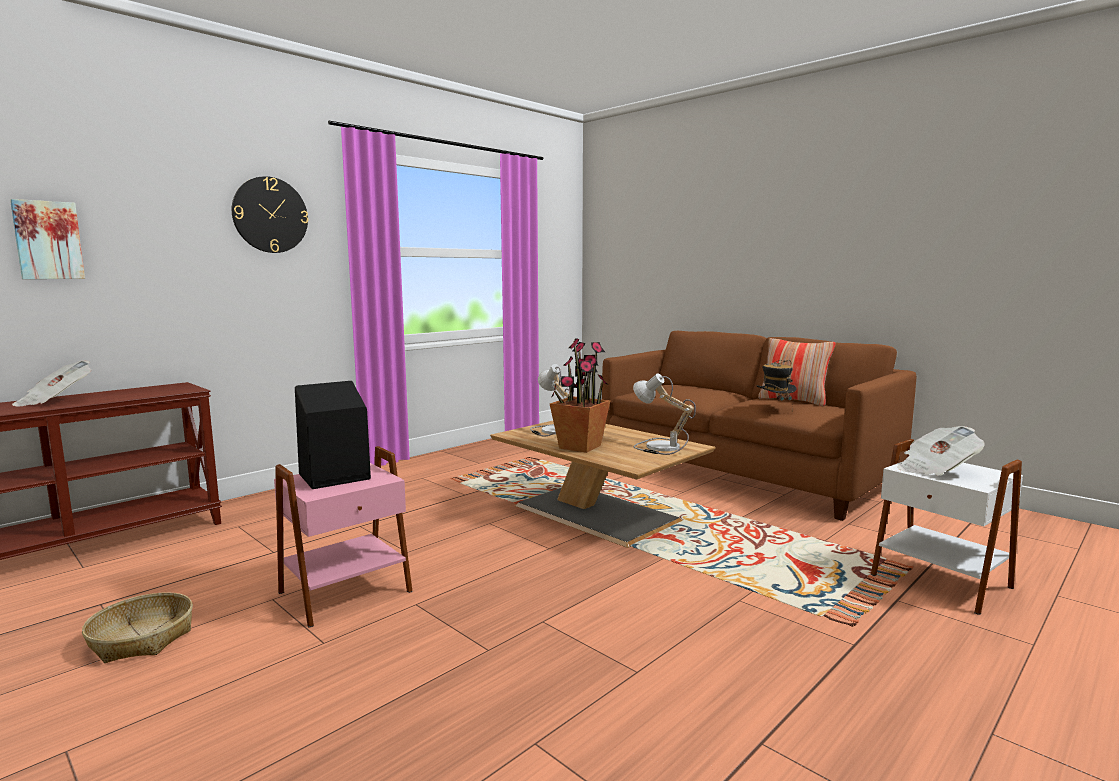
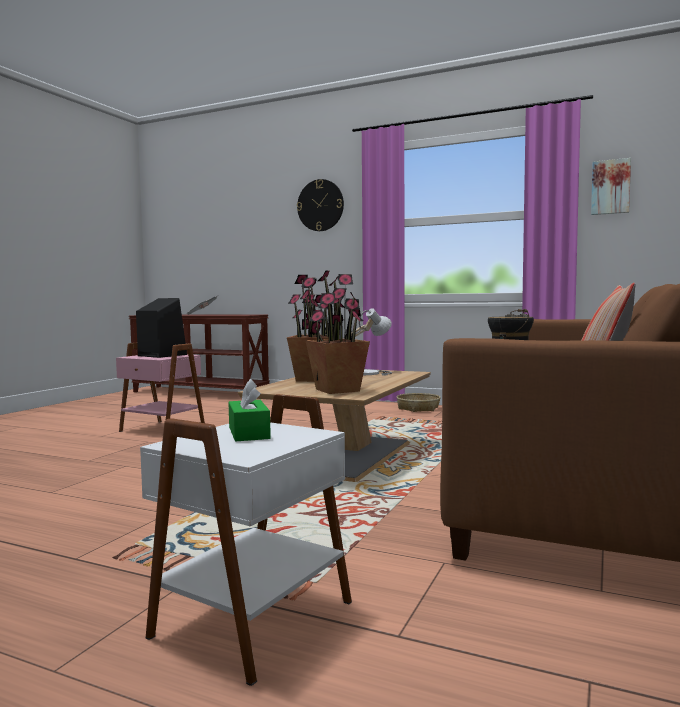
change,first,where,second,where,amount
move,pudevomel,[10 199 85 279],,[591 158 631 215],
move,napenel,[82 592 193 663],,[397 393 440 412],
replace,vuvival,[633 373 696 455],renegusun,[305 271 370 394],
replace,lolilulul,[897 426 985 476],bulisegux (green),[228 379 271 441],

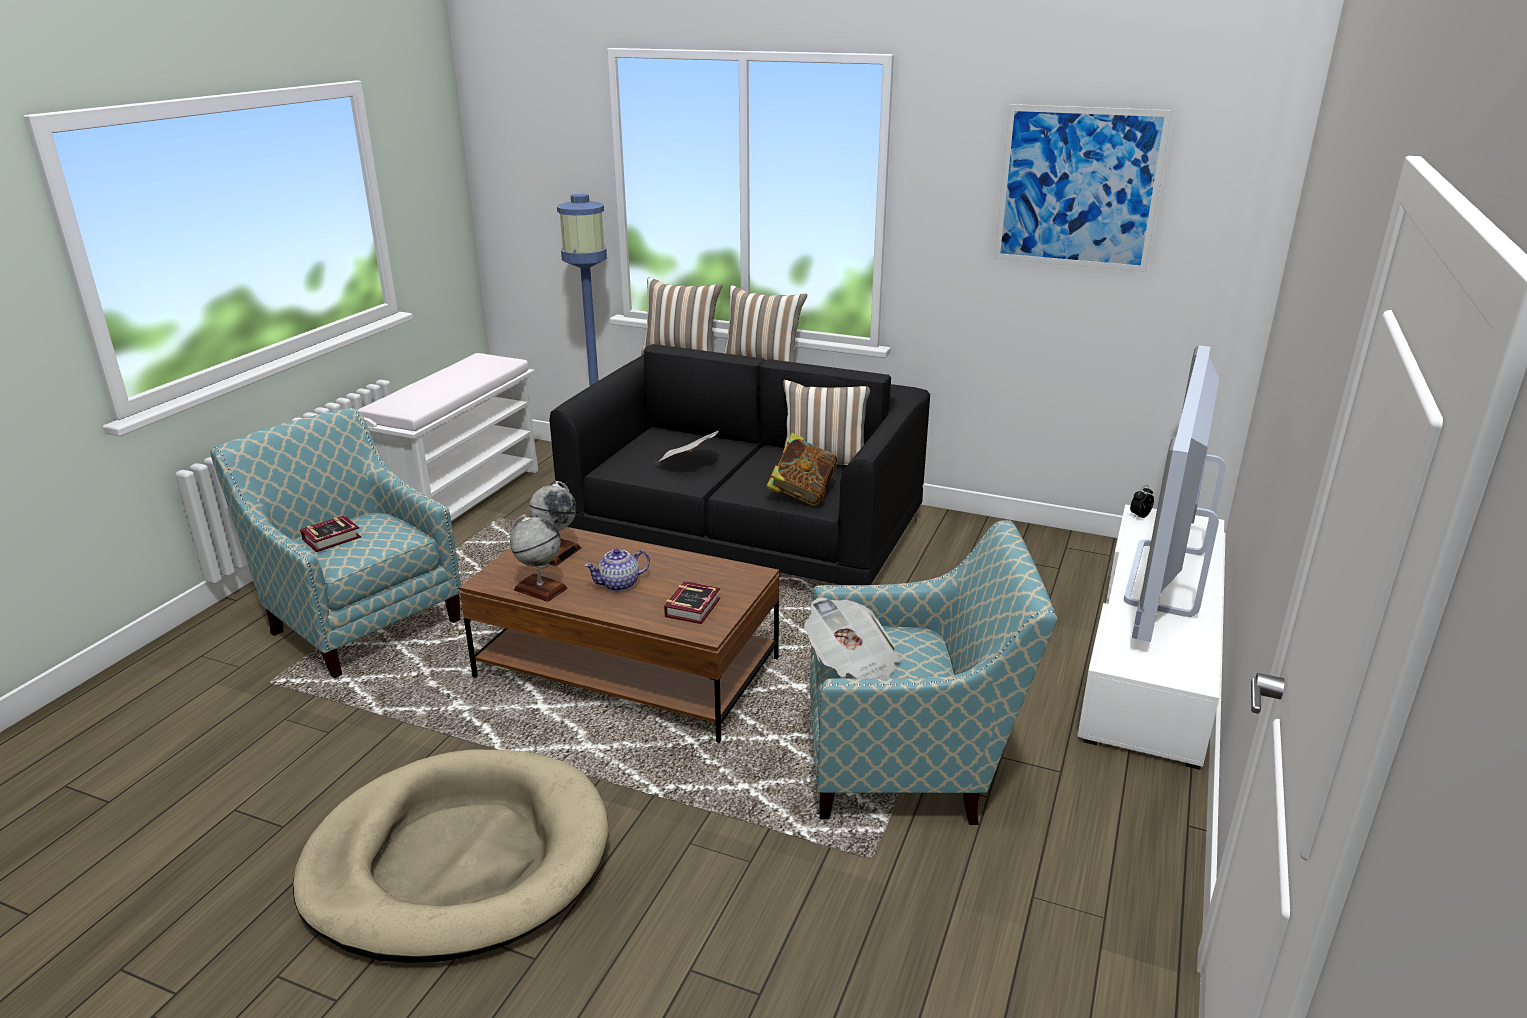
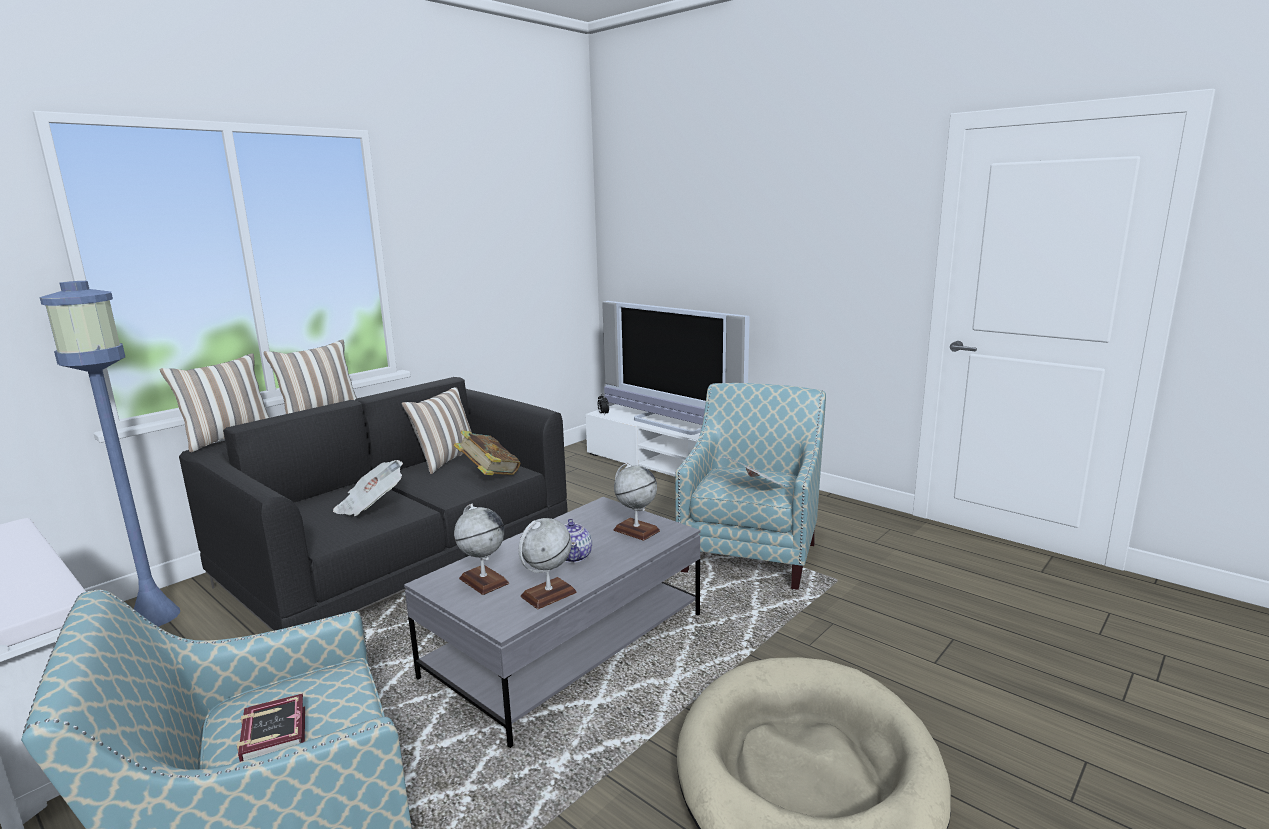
change,first,where,second,where,amount
recolor,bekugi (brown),[459 527 779 743],bekugi (grey),[404 497 701 748],
replace,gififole,[664 581 720 624],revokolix,[613 462 660 541],
delete,pudevomel,[994 104 1172 272],,,

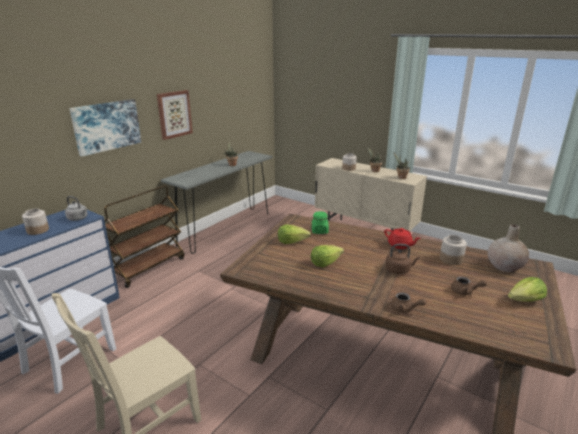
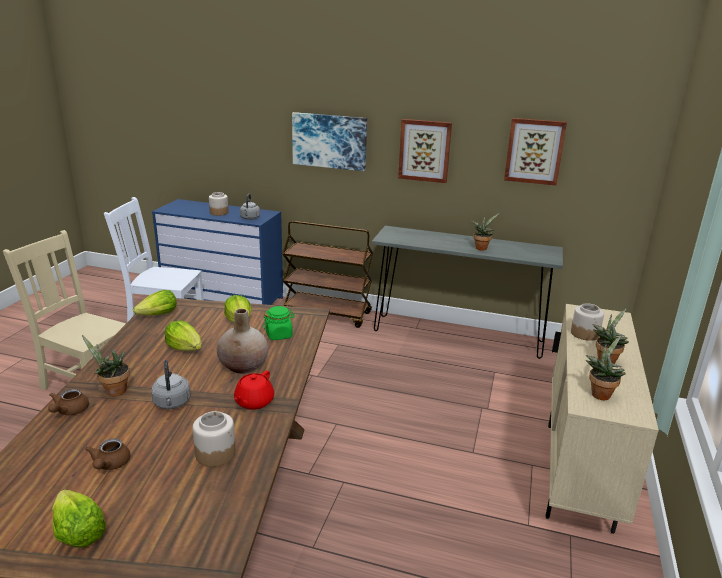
change,first,where,second,where,amount
recolor,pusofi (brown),[386 244 420 274],pusofi (grey),[151 360 190 409],
move,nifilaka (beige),[488 224 529 272],,[217 309 268 374],
insert,,,renegusun,[82 335 130 396],
insert,,,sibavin,[133 290 177 315],
insert,,,pudevomel,[504 118 567 186],

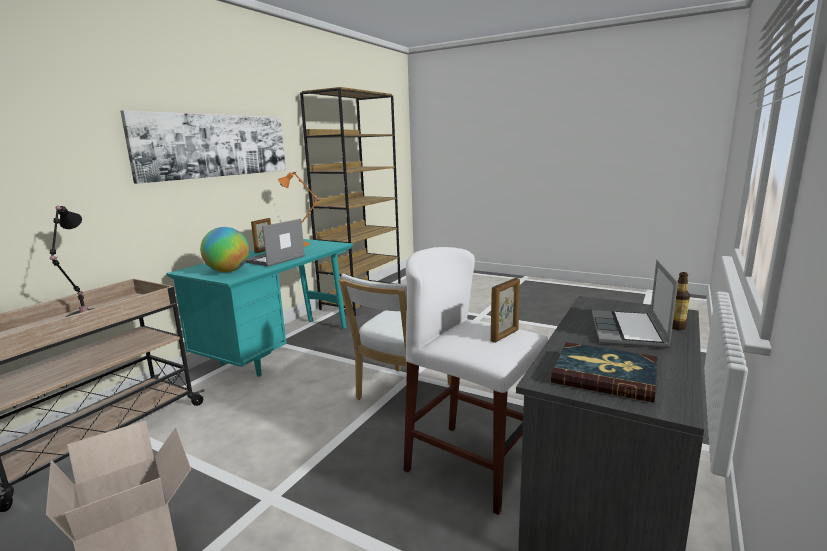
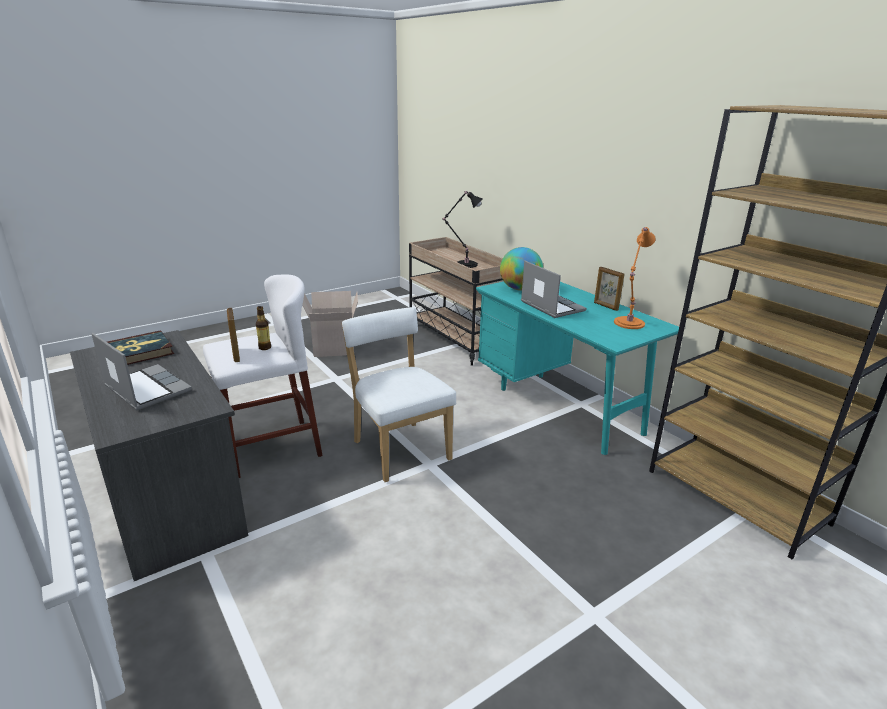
change,first,where,second,where,amount
delete,pudevomel,[120 110 286 184],,,
move,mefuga,[672 272 690 330],,[256 306 271 350],

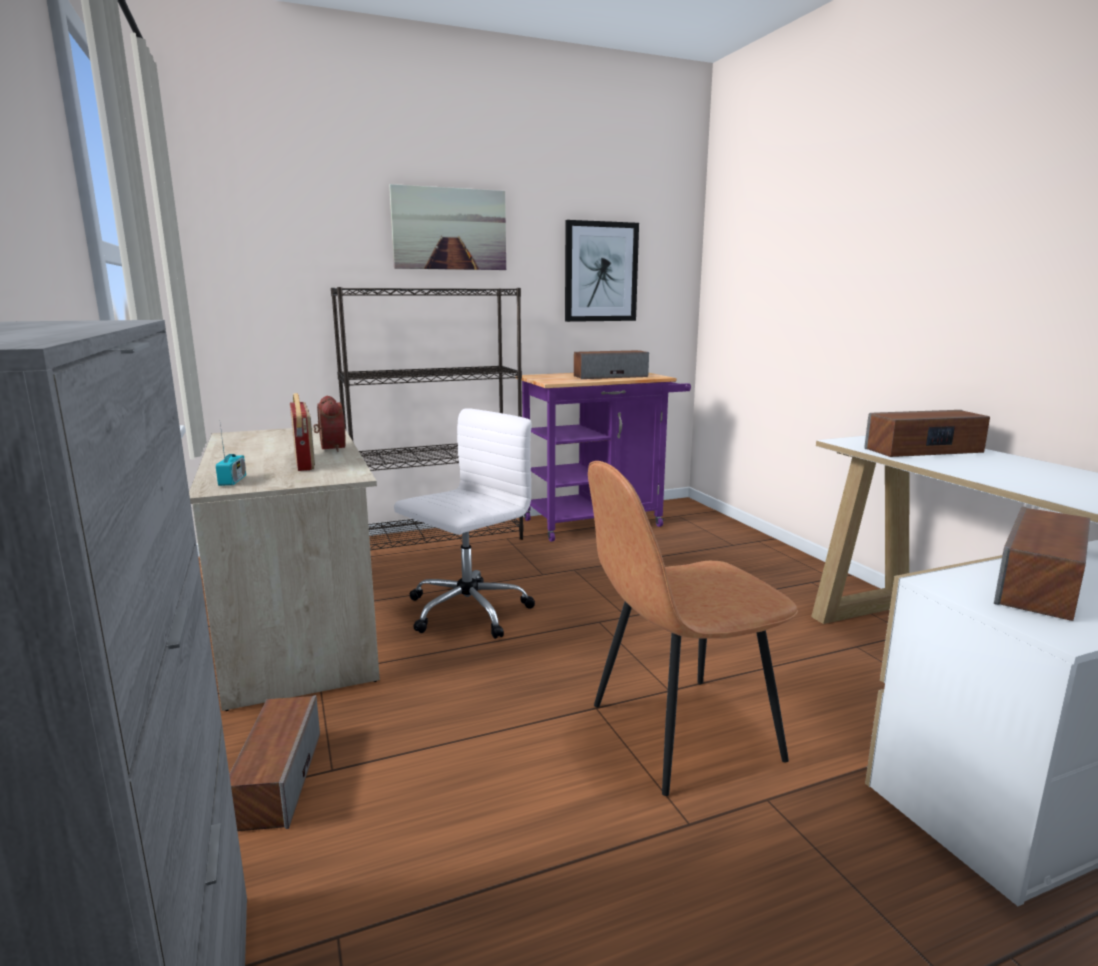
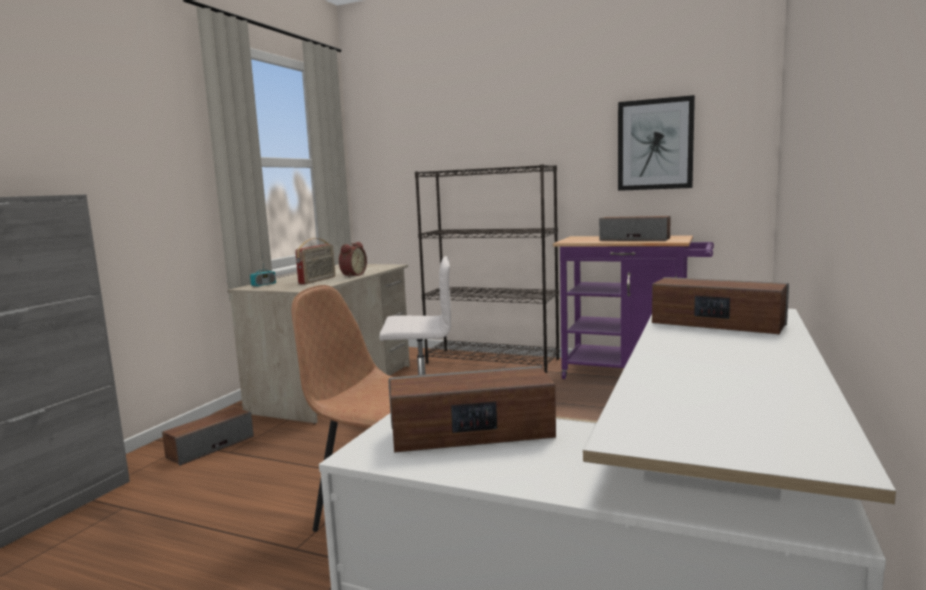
change,first,where,second,where,amount
delete,pudevomel,[389 184 506 270],,,

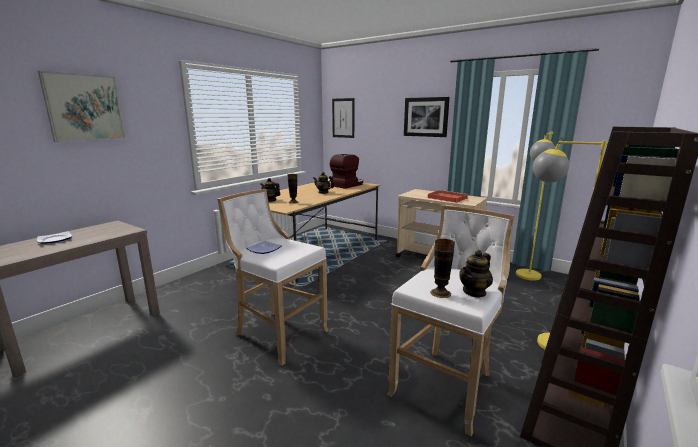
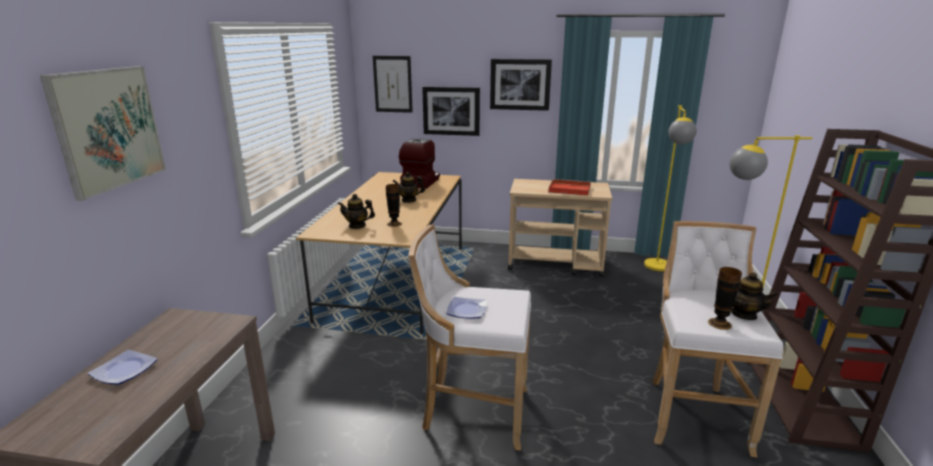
change,first,where,second,where,amount
rotate,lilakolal,[459 250 493 298],,[732 272 778 320],60 degrees counterclockwise
insert,,,pudevomel,[422 87 480 136],

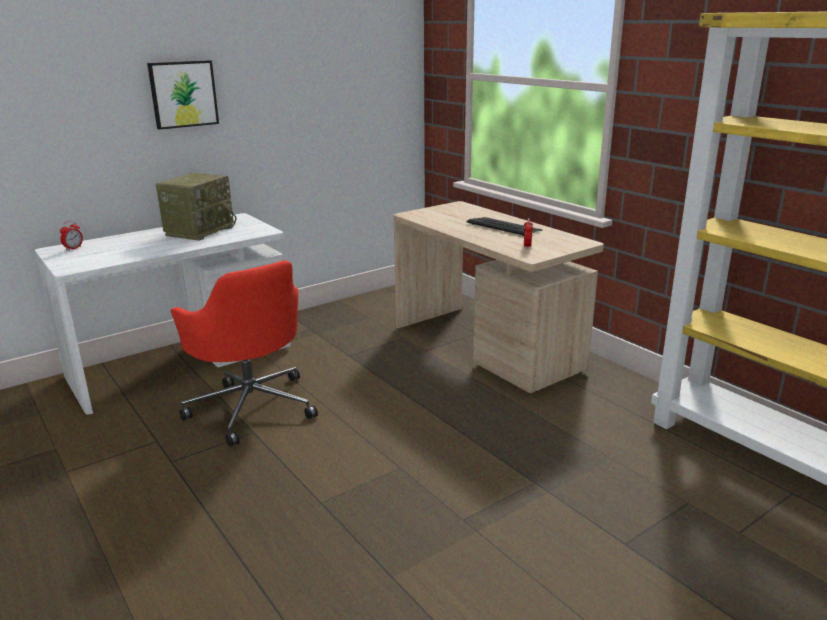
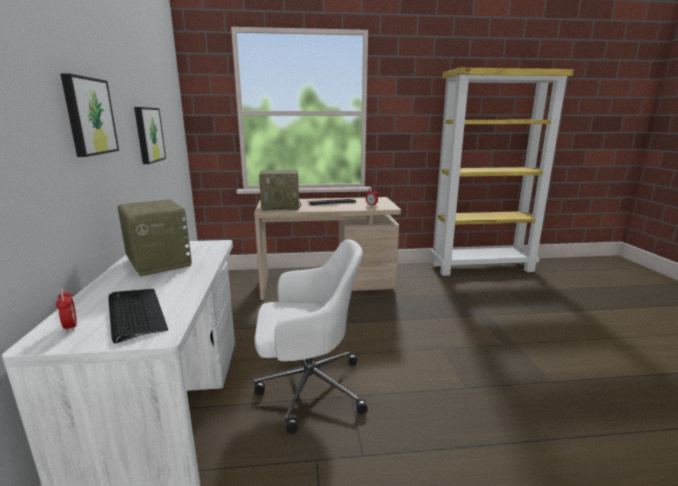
change,first,where,second,where,amount
recolor,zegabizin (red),[170 260 318 447],zegabizin (white),[253 239 368 434],
insert,,,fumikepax,[108 289 168 344],
insert,,,pudevomel,[134 107 166 164],
insert,,,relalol,[259 170 301 211],

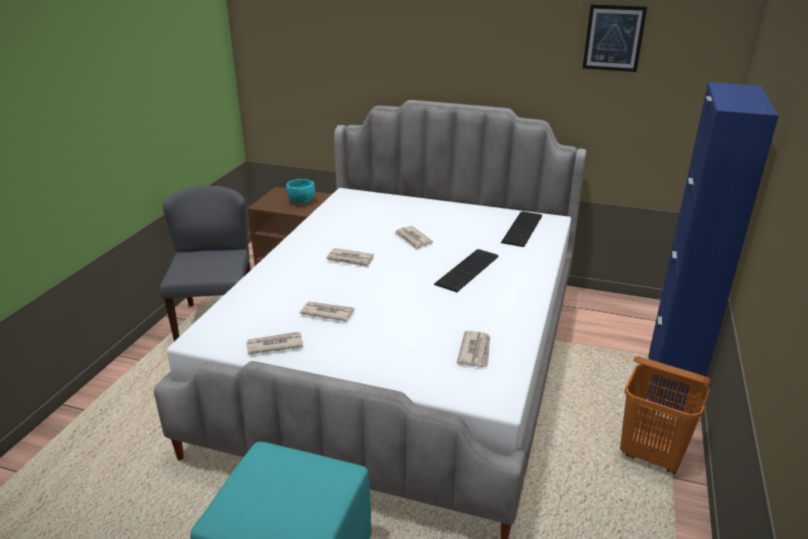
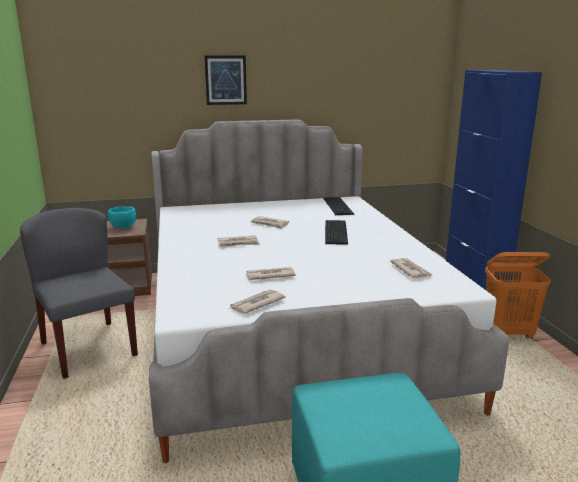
change,first,where,second,where,amount
move,pudevomel,[583 4 647 72],,[204 56 247 105],

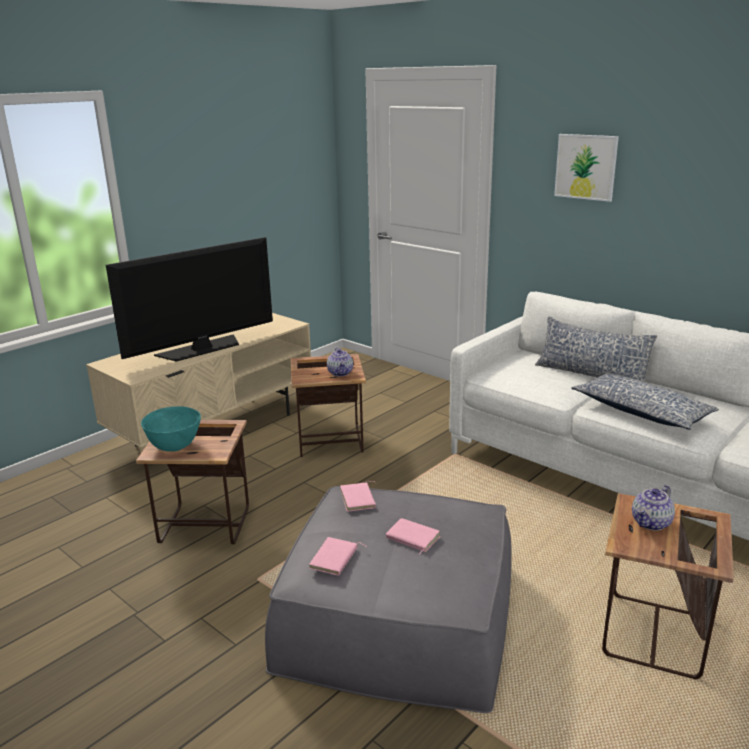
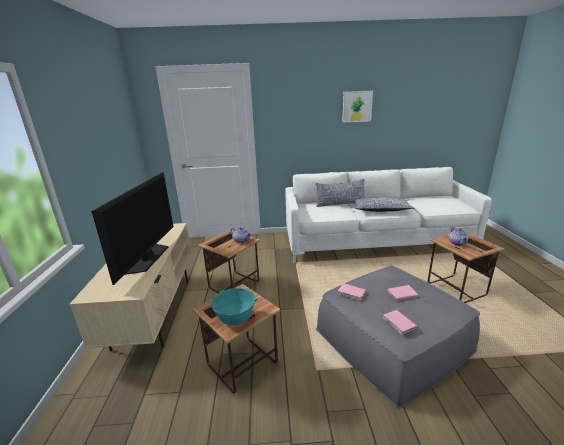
change,first,where,second,where,amount
move,pudevomel,[554 134 619 202],,[342 91 373 123],

